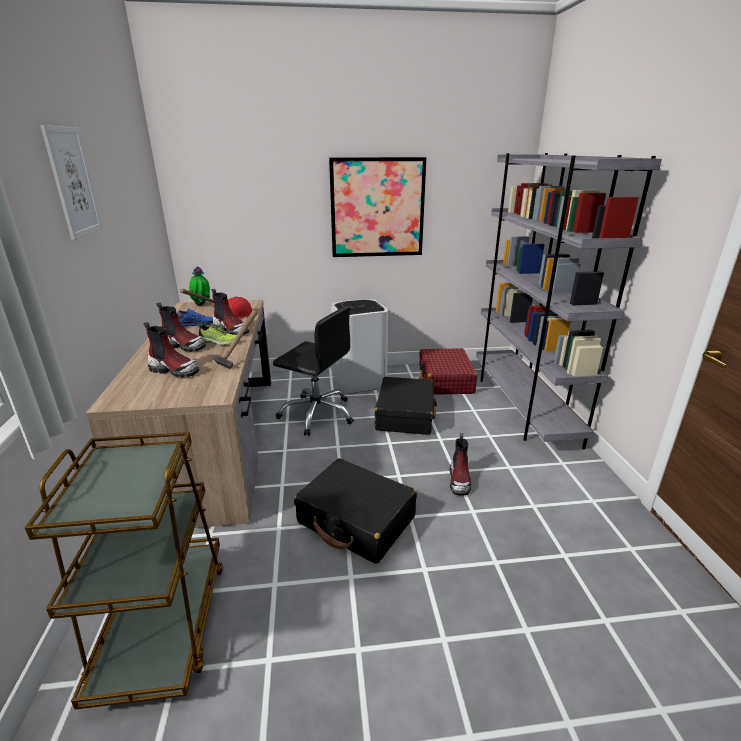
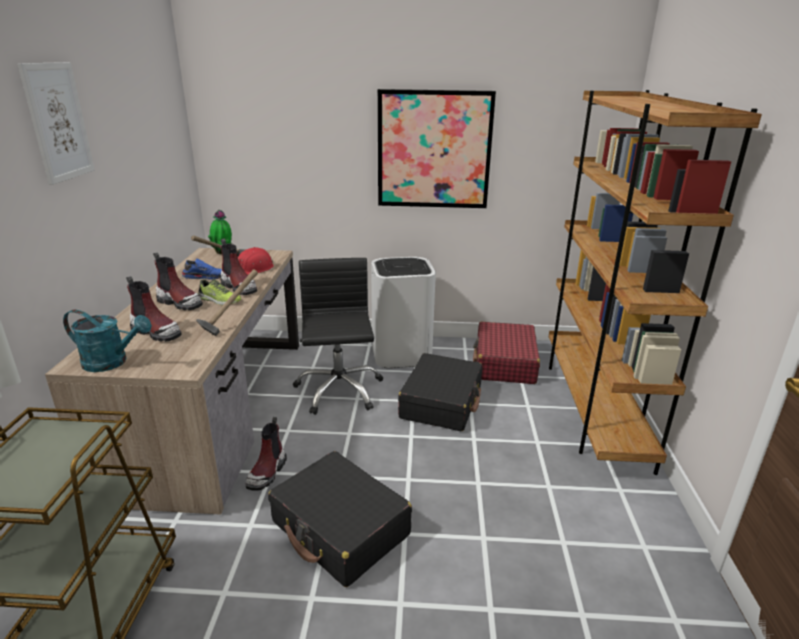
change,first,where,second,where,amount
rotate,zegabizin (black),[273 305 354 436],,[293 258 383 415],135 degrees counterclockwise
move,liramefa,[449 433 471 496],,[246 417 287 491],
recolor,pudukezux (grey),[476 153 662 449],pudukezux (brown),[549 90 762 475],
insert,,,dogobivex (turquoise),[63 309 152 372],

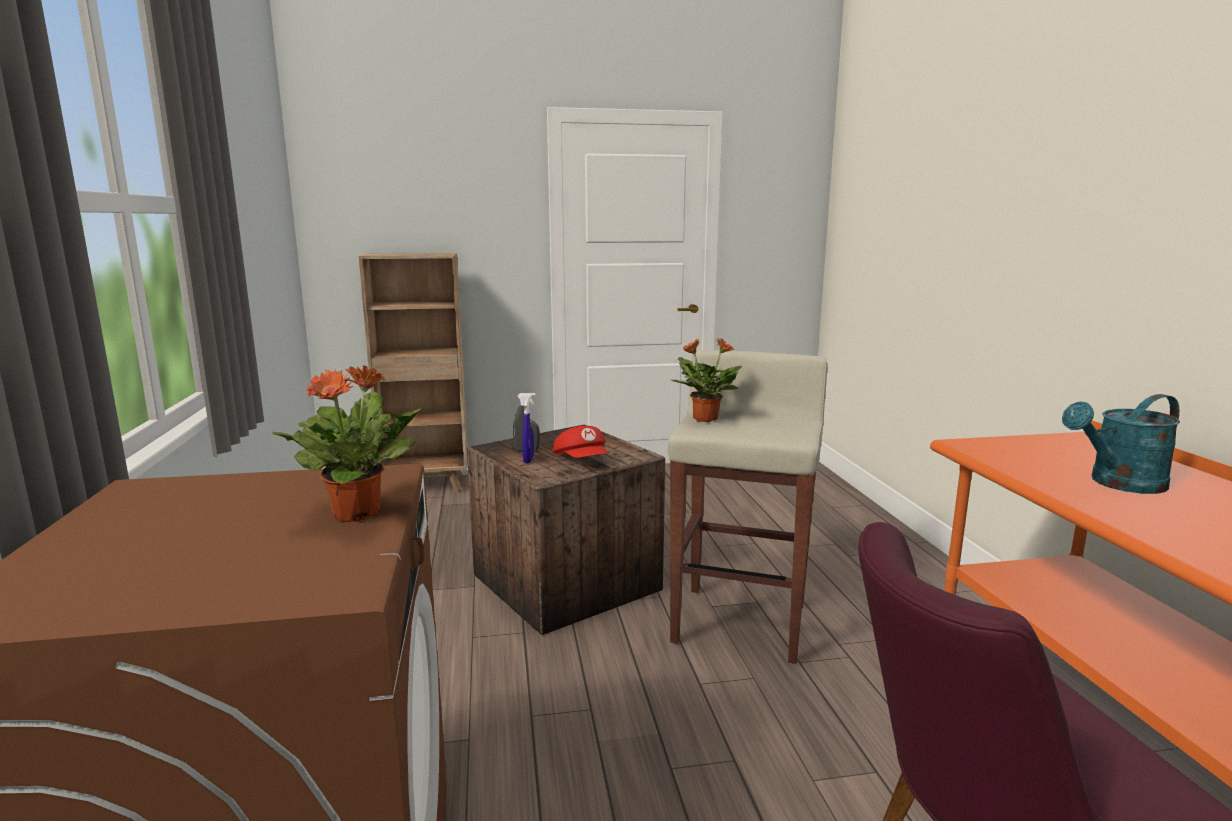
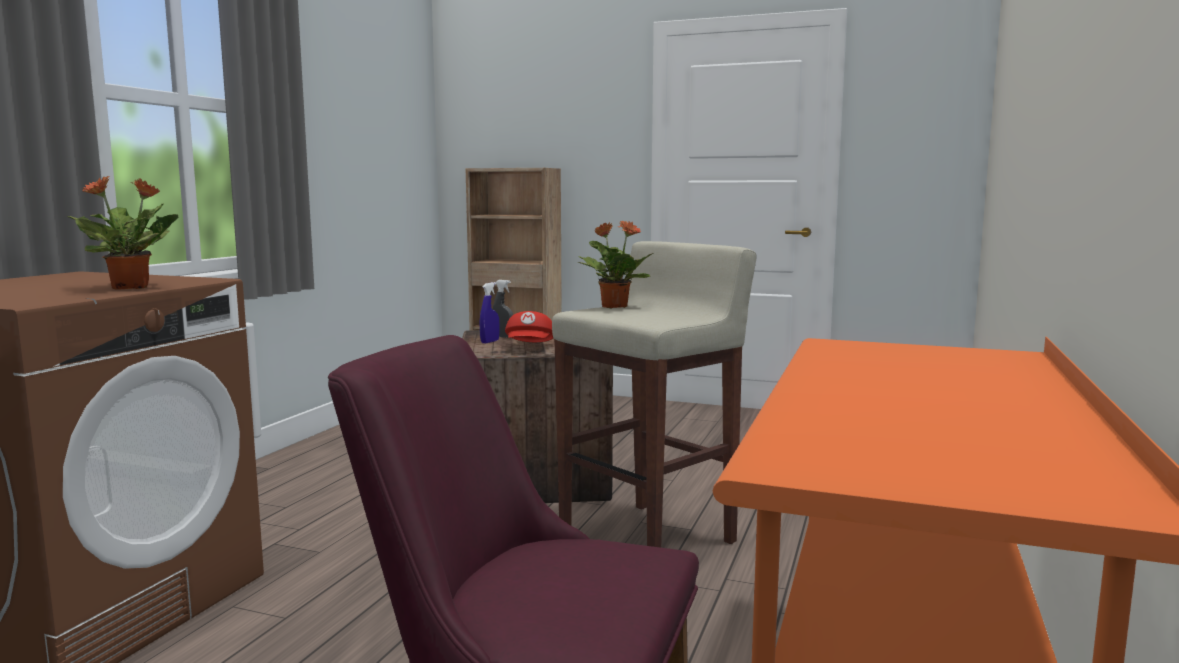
change,first,where,second,where,amount
delete,dogobivex (turquoise),[1062 394 1180 494],,,

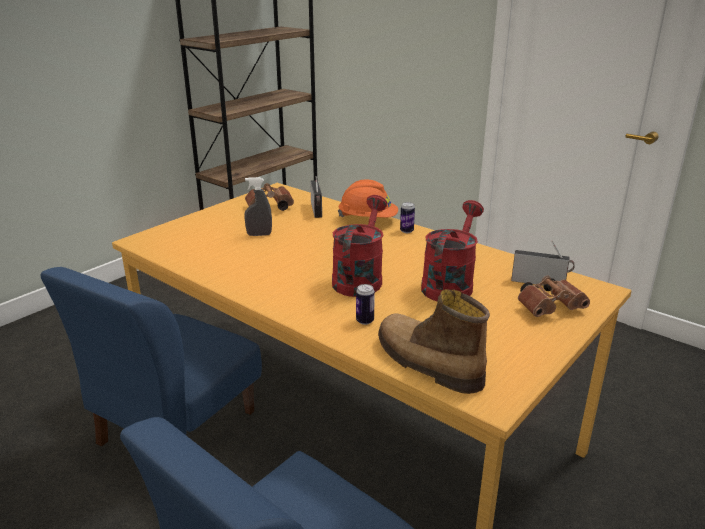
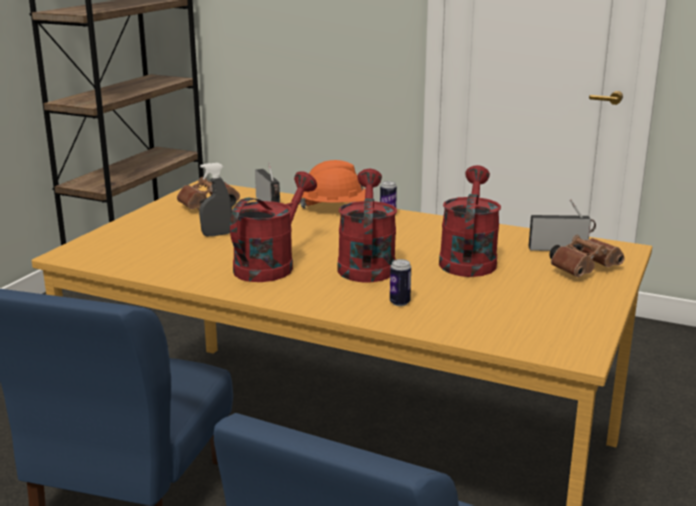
change,first,where,second,where,amount
delete,liramefa,[378 289 490 394],,,
insert,,,dogobivex (red),[230 171 317 282],

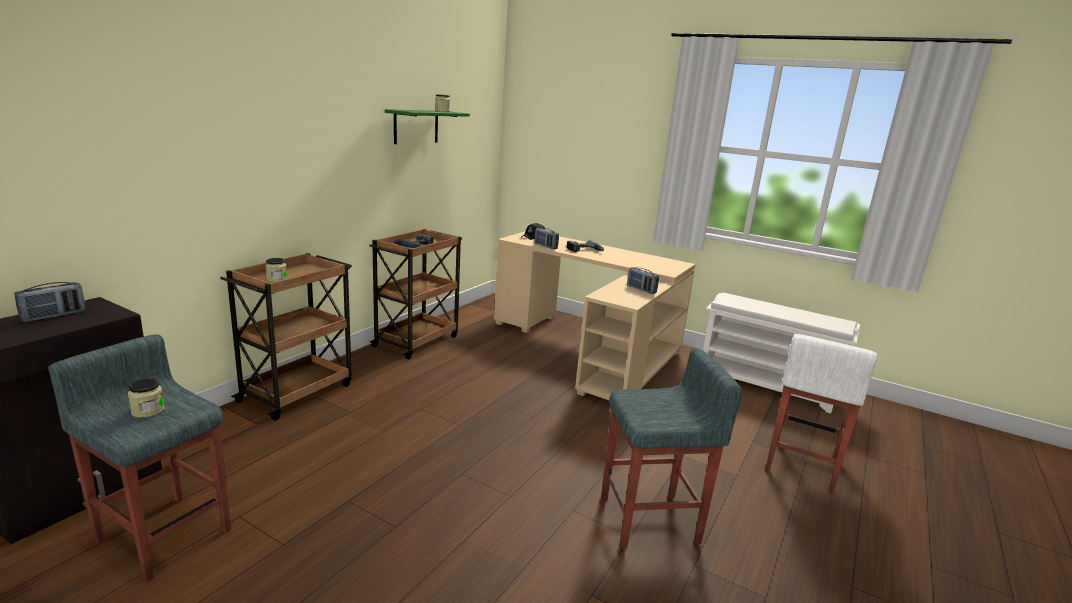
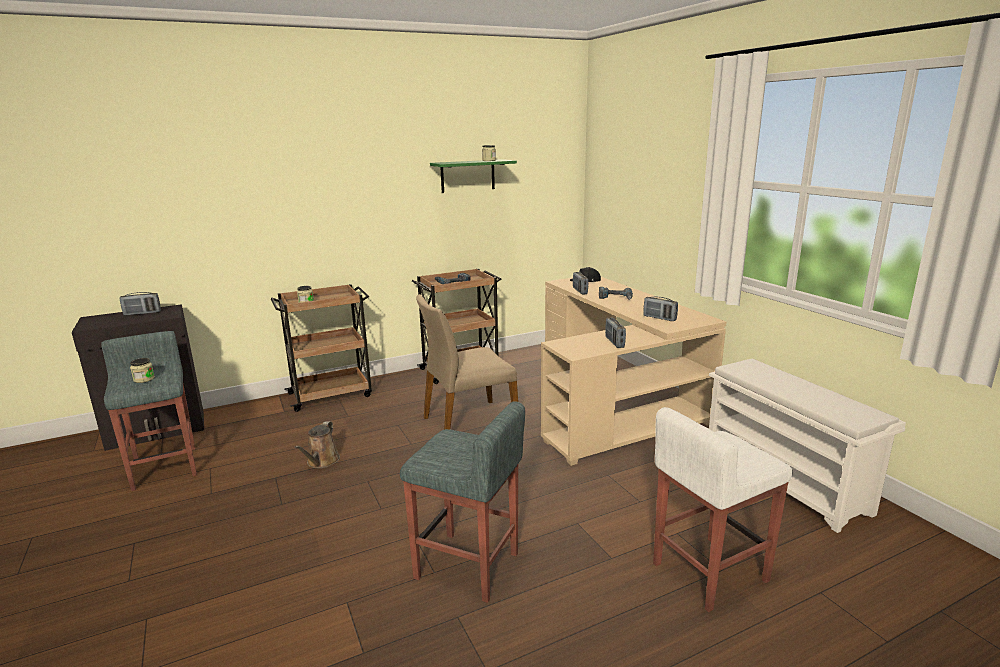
change,first,where,second,where,amount
insert,,,dogobivex (brown),[295 421 340 468],
insert,,,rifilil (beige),[416 294 518 430],
insert,,,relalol,[643 297 678 321],

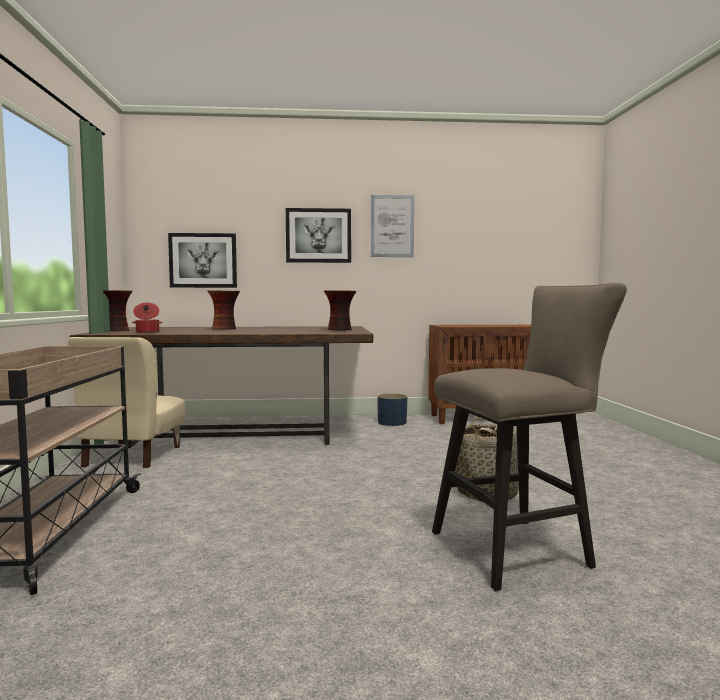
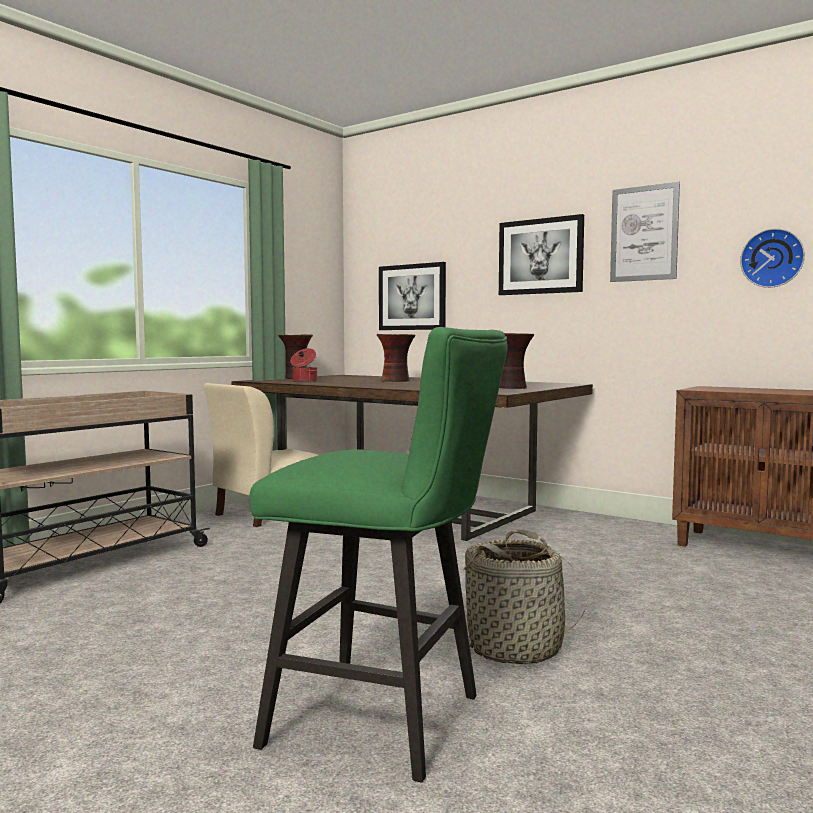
change,first,where,second,where,amount
delete,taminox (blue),[377 393 407 426],,,
recolor,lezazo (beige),[432 283 627 591],lezazo (green),[249 327 508 782],
insert,,,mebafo,[740 228 805 288],

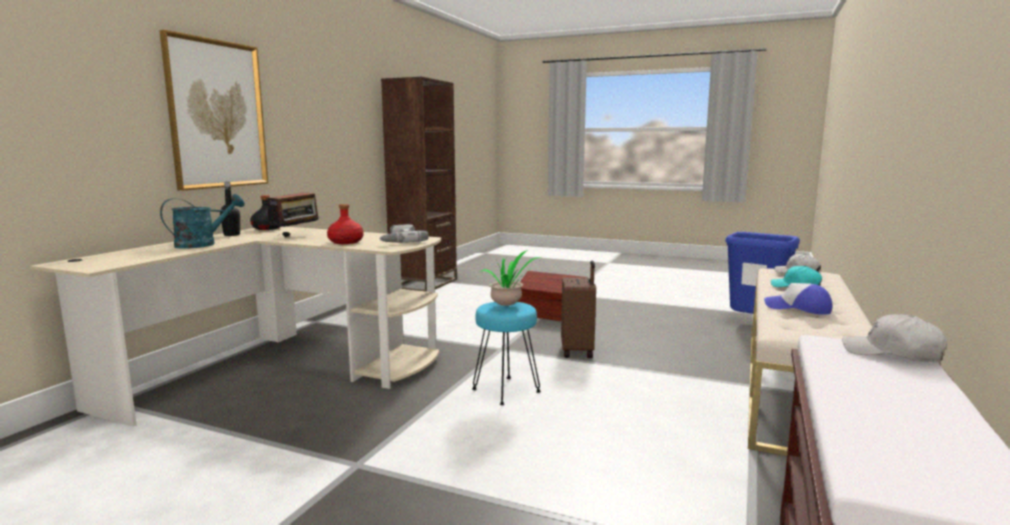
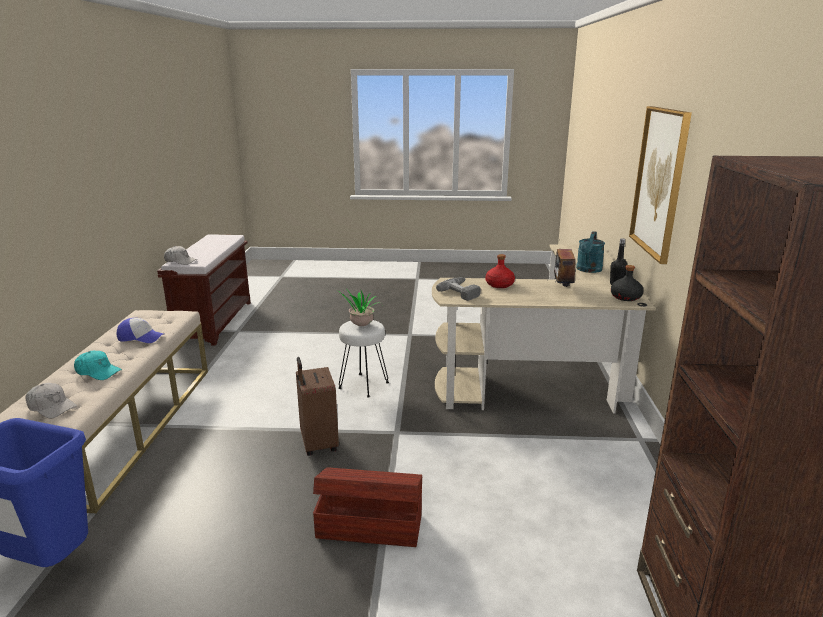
change,first,where,second,where,amount
recolor,lezazo (turquoise),[472 302 541 405],lezazo (white),[339 320 389 398],

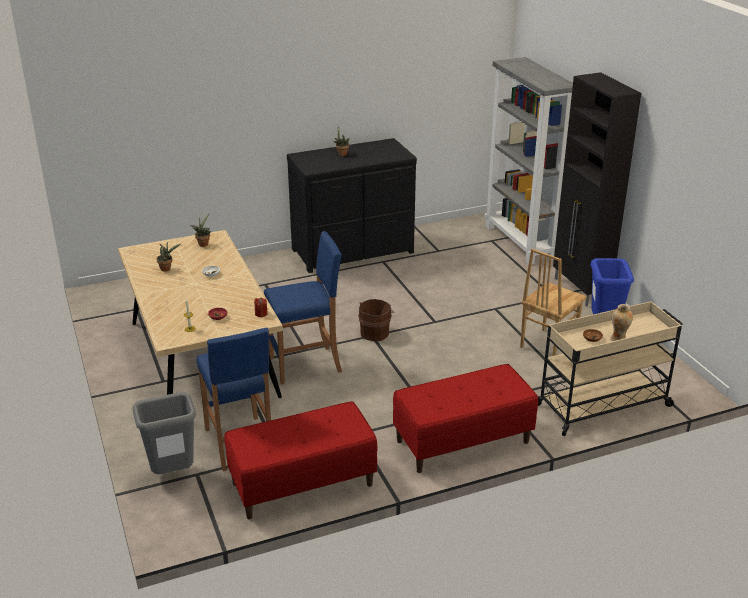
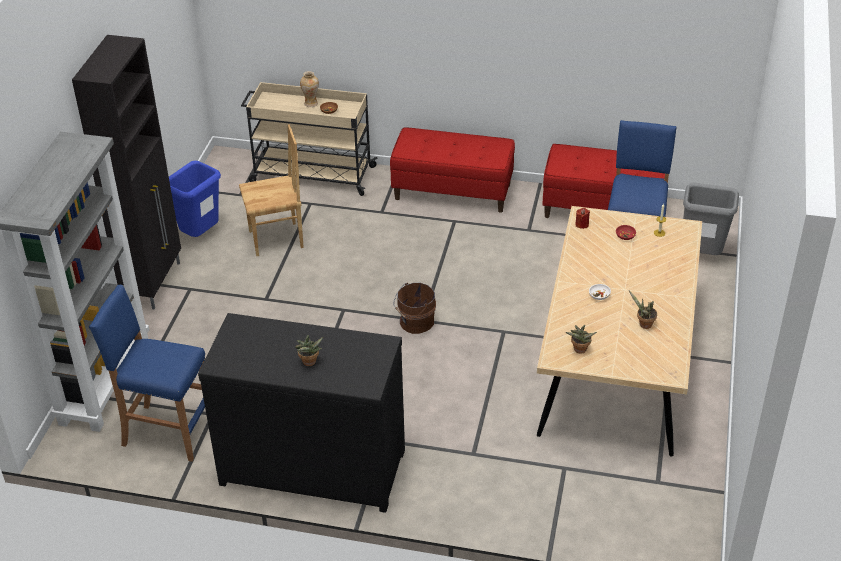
change,first,where,second,where,amount
move,lezazo (blue),[264 231 342 385],,[89 285 205 462],

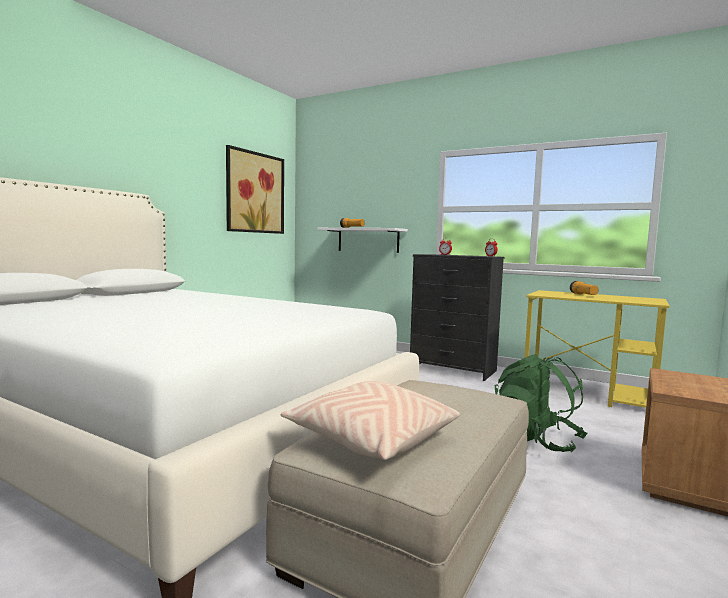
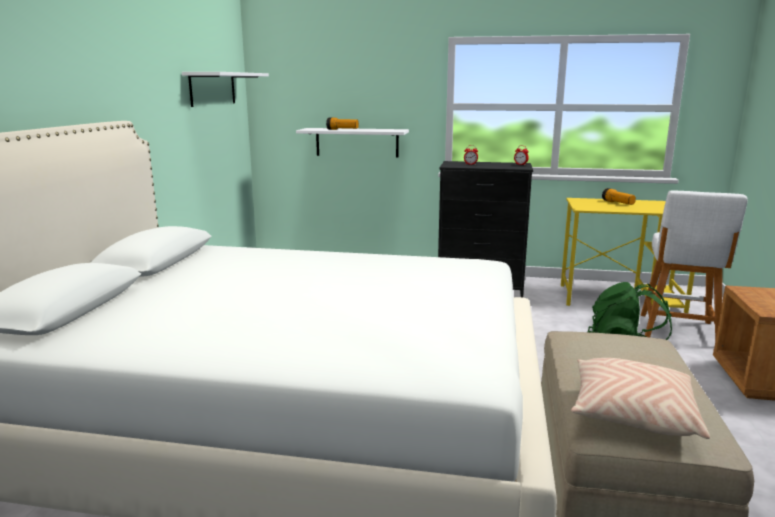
change,first,where,second,where,amount
replace,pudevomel,[226 145 284 234],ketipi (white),[182 72 269 107],
insert,,,lezazo (white),[641 190 748 341],

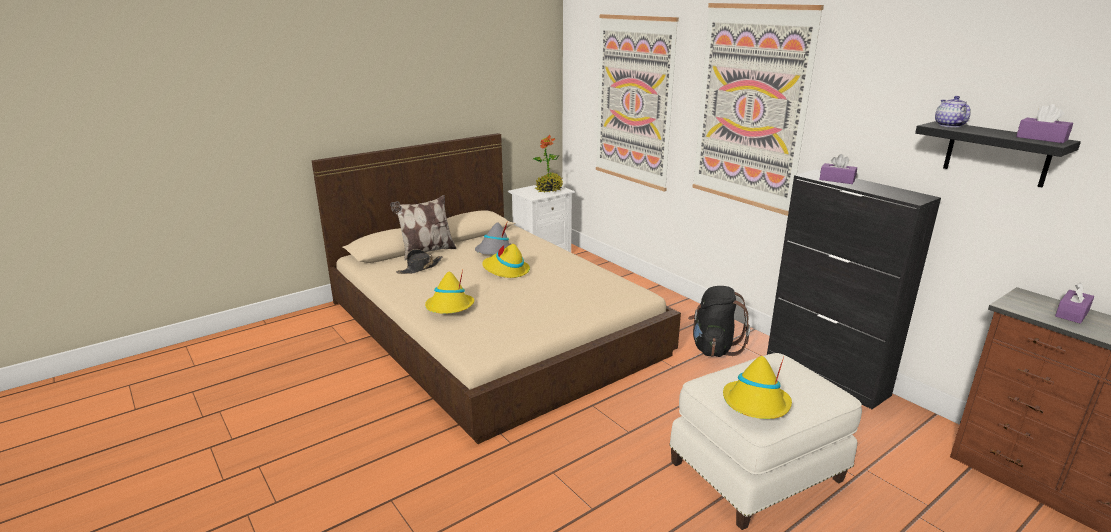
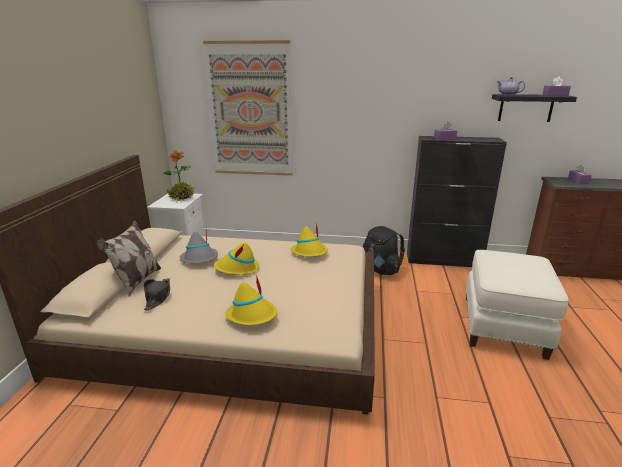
change,first,where,second,where,amount
delete,pudevomel,[692 3 824 216],,,
move,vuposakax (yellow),[723 356 792 419],,[290 222 328 257],

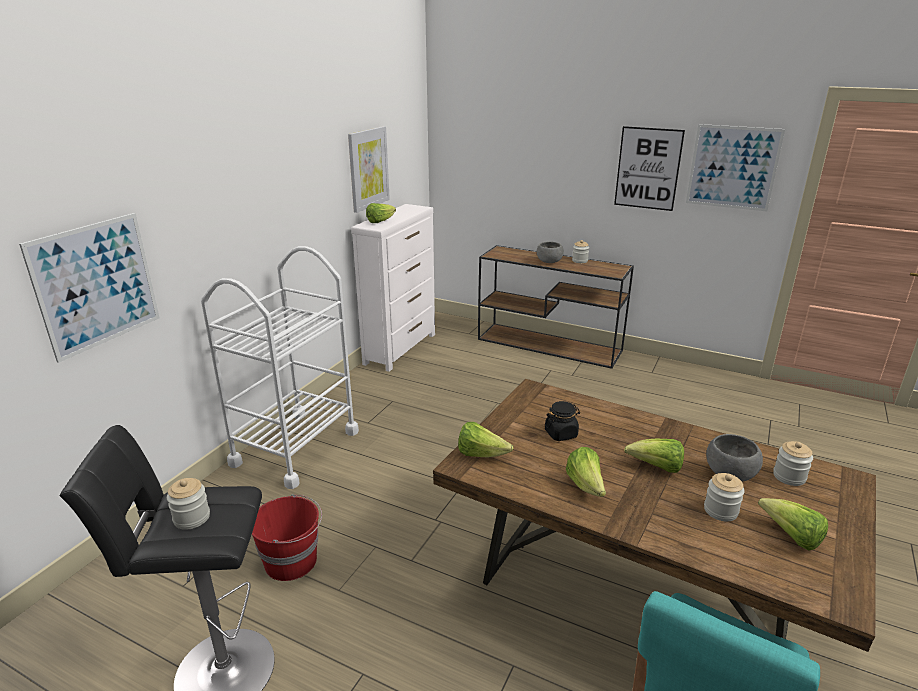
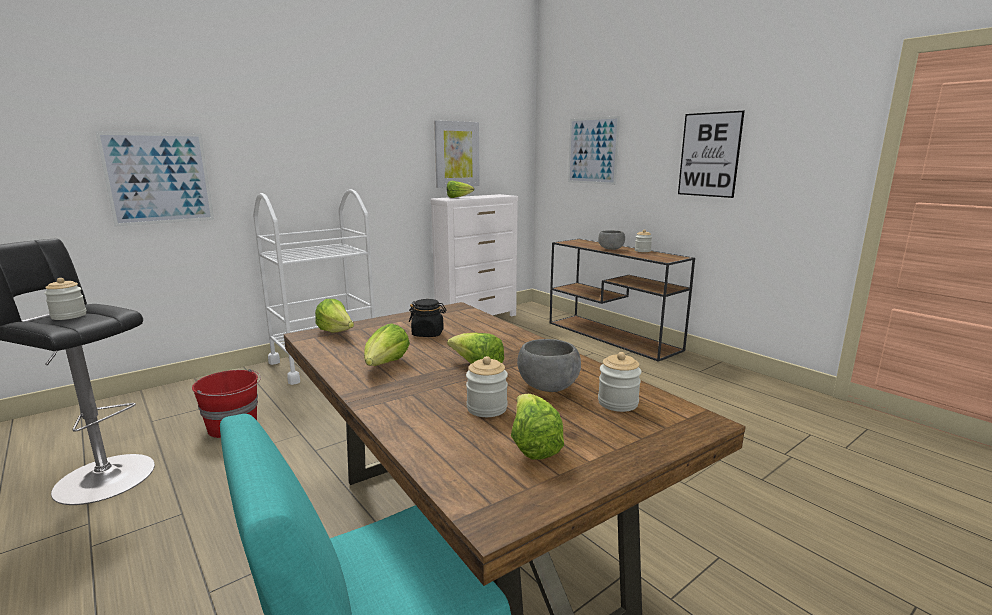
change,first,where,second,where,amount
move,pudevomel,[686 124 785 211],,[568 116 620 185],

